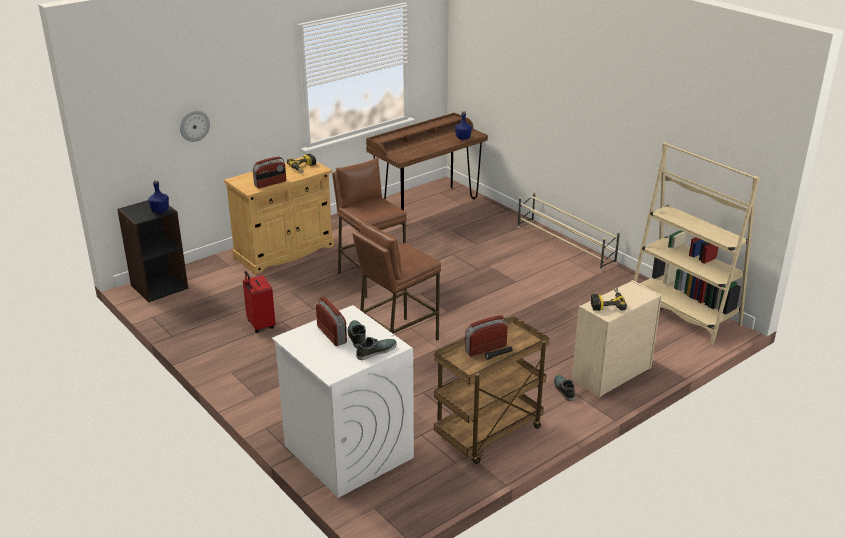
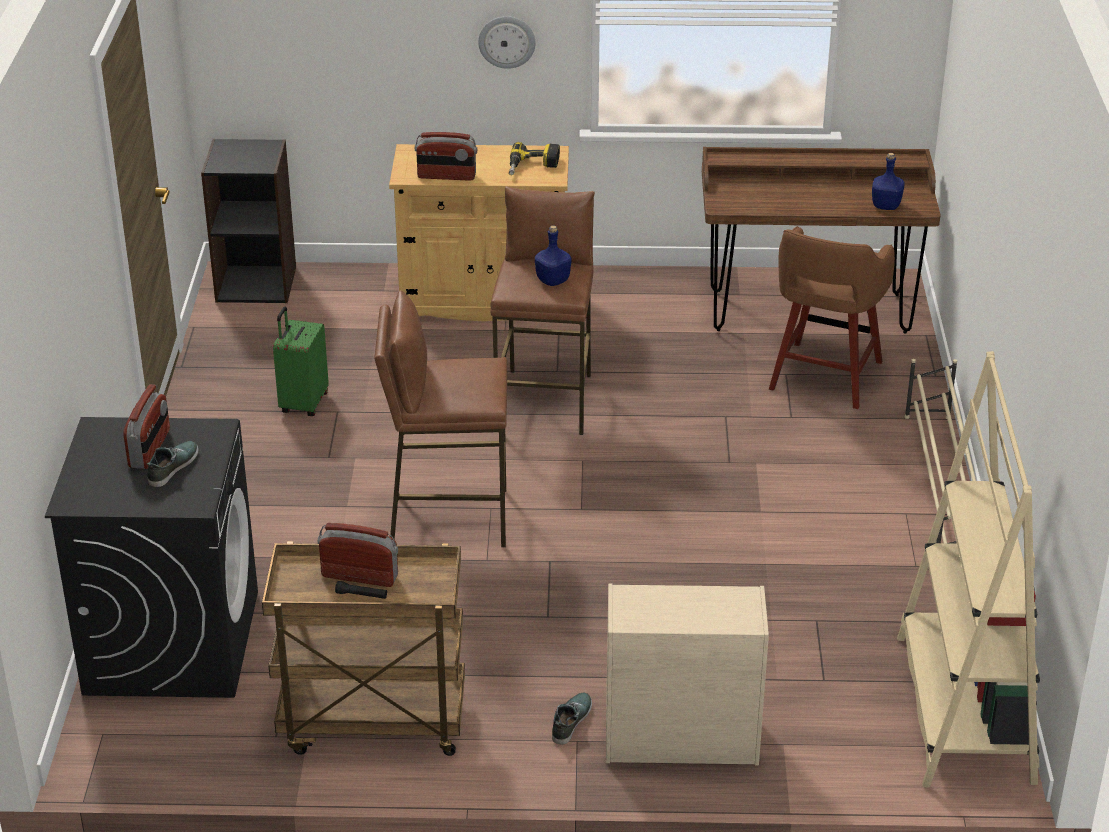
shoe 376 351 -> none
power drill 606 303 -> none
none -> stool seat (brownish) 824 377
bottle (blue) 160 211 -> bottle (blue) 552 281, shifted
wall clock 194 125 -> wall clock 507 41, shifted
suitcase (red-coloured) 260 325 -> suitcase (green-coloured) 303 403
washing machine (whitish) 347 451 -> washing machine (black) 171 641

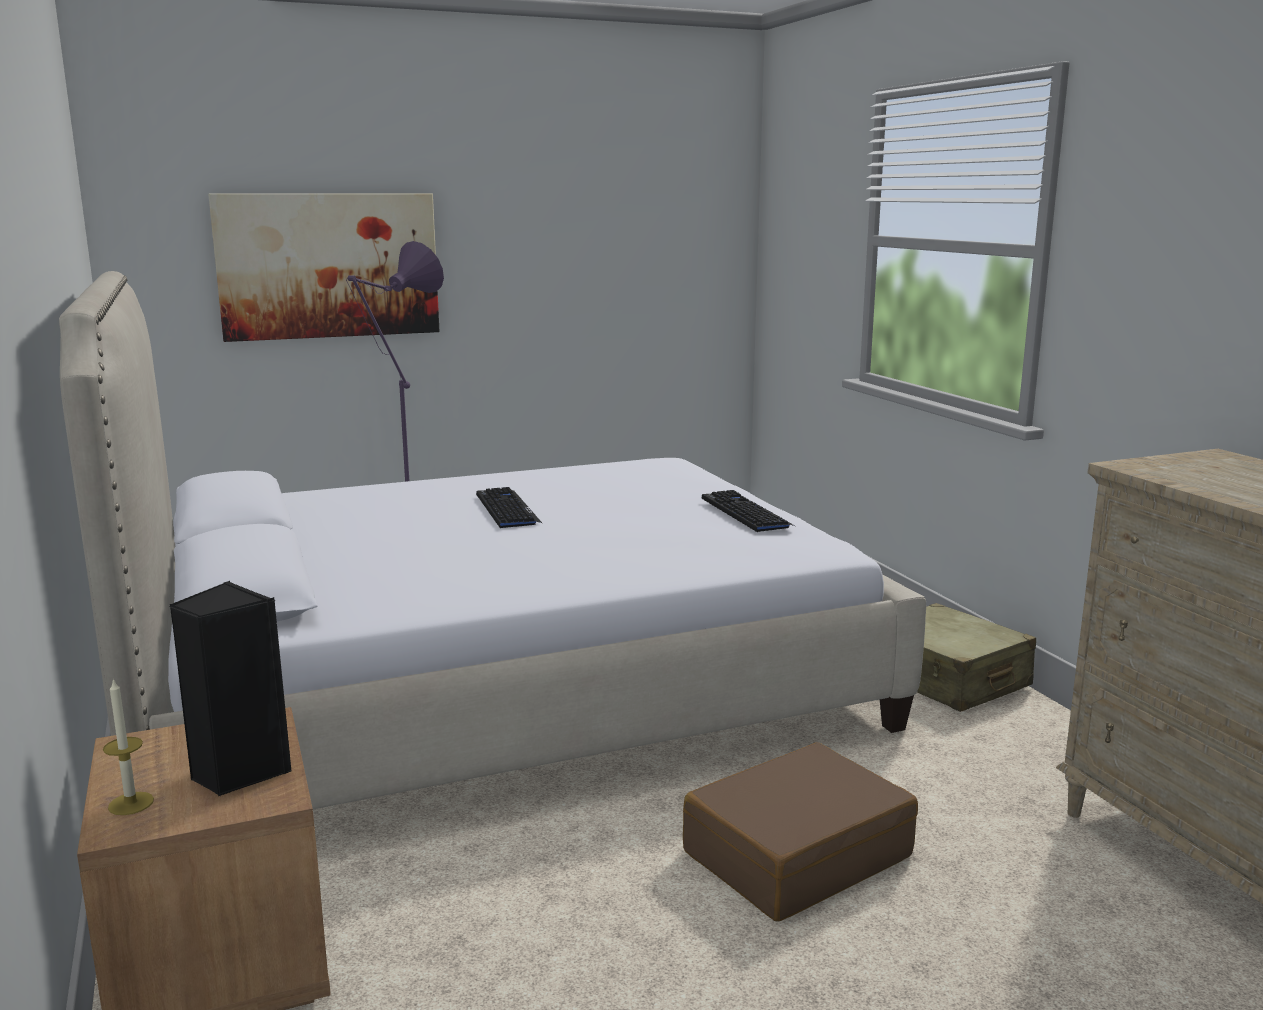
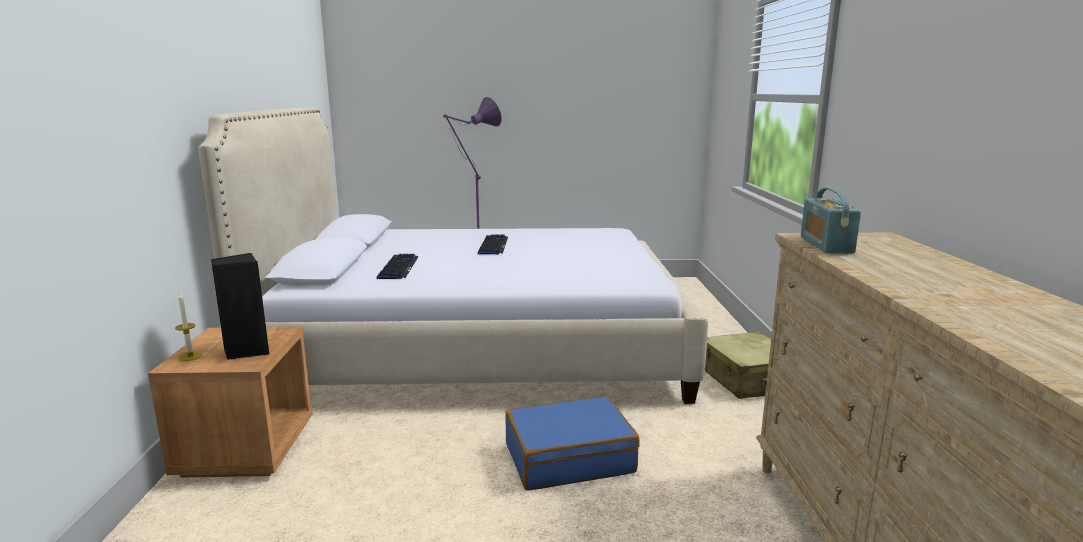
picture 329 266 -> none
none -> radio set 826 245
PC keyboard 745 513 -> PC keyboard 398 268, shifted
suitcase (brownish) 796 854 -> suitcase (blue) 569 458

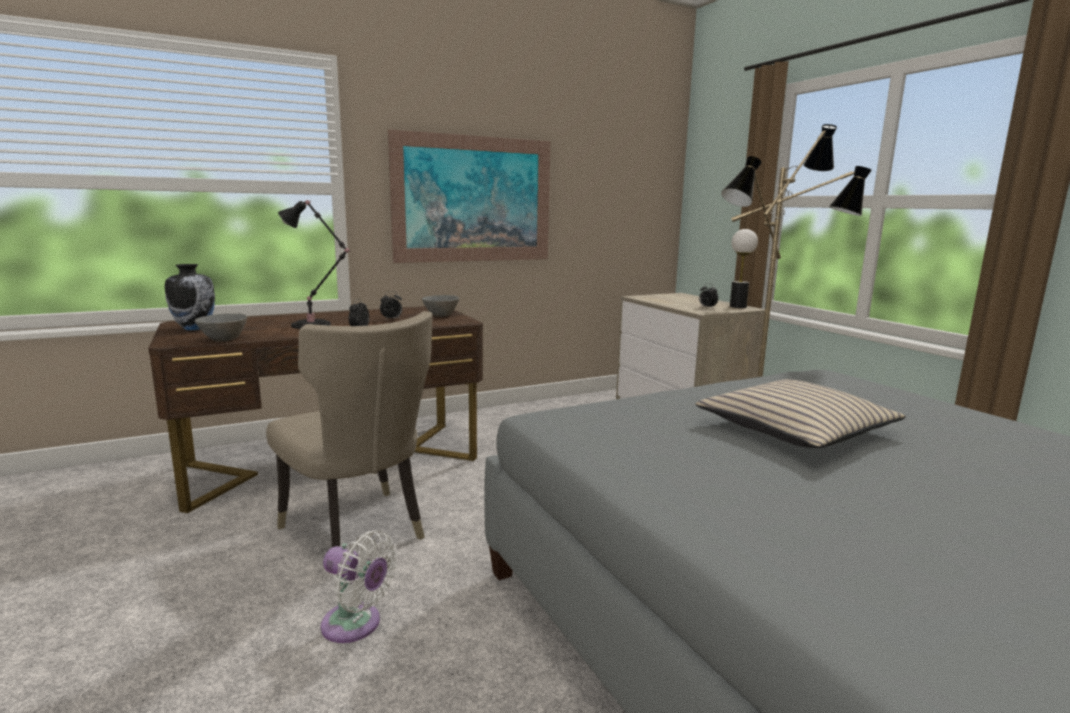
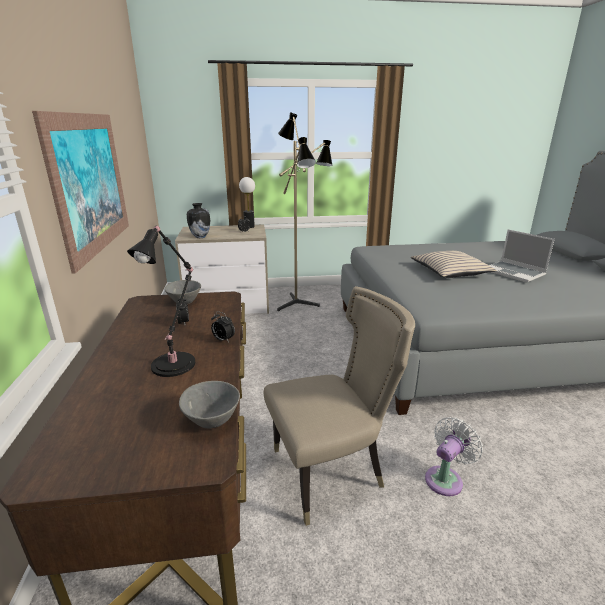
none -> portable computer 514 273
flower vase 195 328 -> flower vase 200 237, shifted

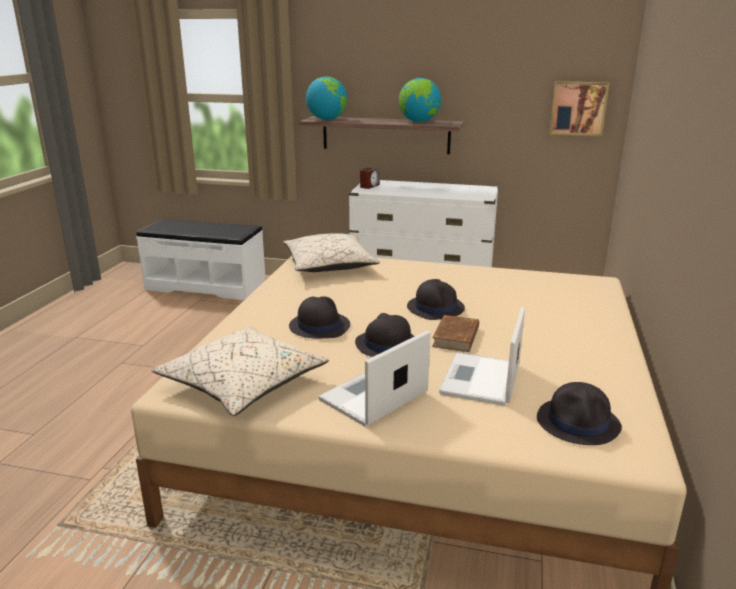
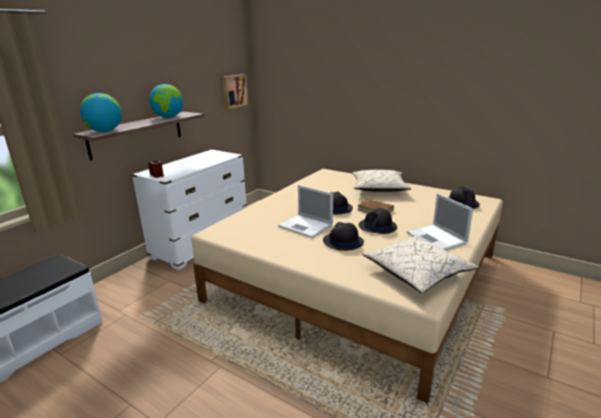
cushion (sand-coloured) 329 265 -> cushion (sand-coloured) 379 188, shifted
portable computer 480 380 -> portable computer 306 226, shifted

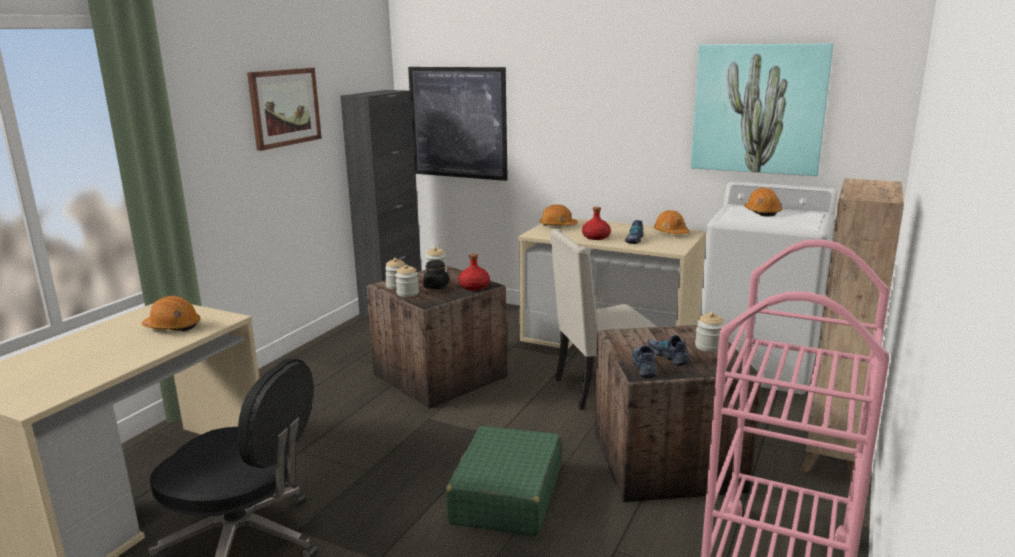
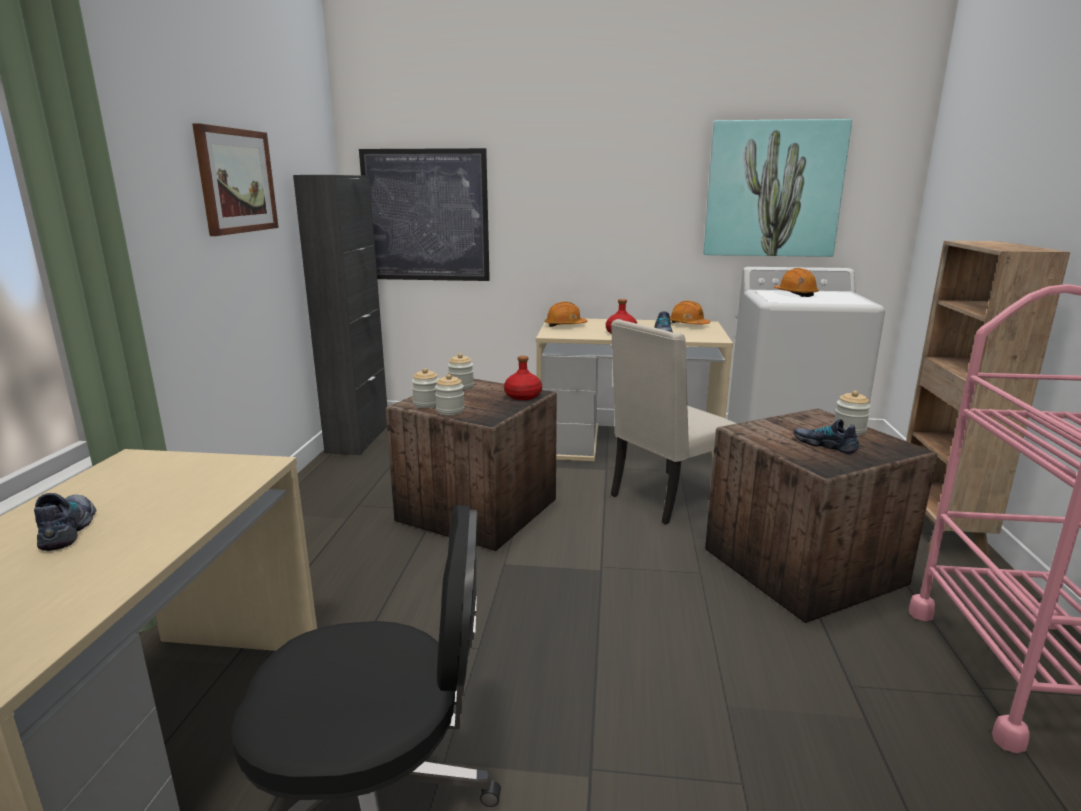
safety helmet (orange) 173 327 -> none
preserve jar (black) 436 286 -> none
suitcase (green-coloured) 506 495 -> none
shoe 644 366 -> shoe 69 528, shifted

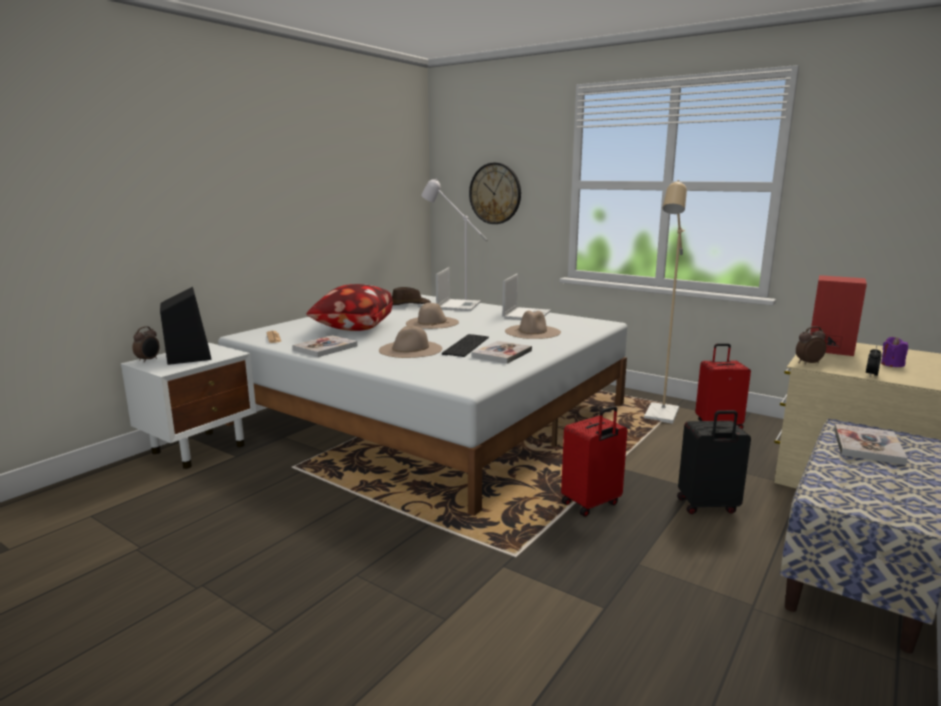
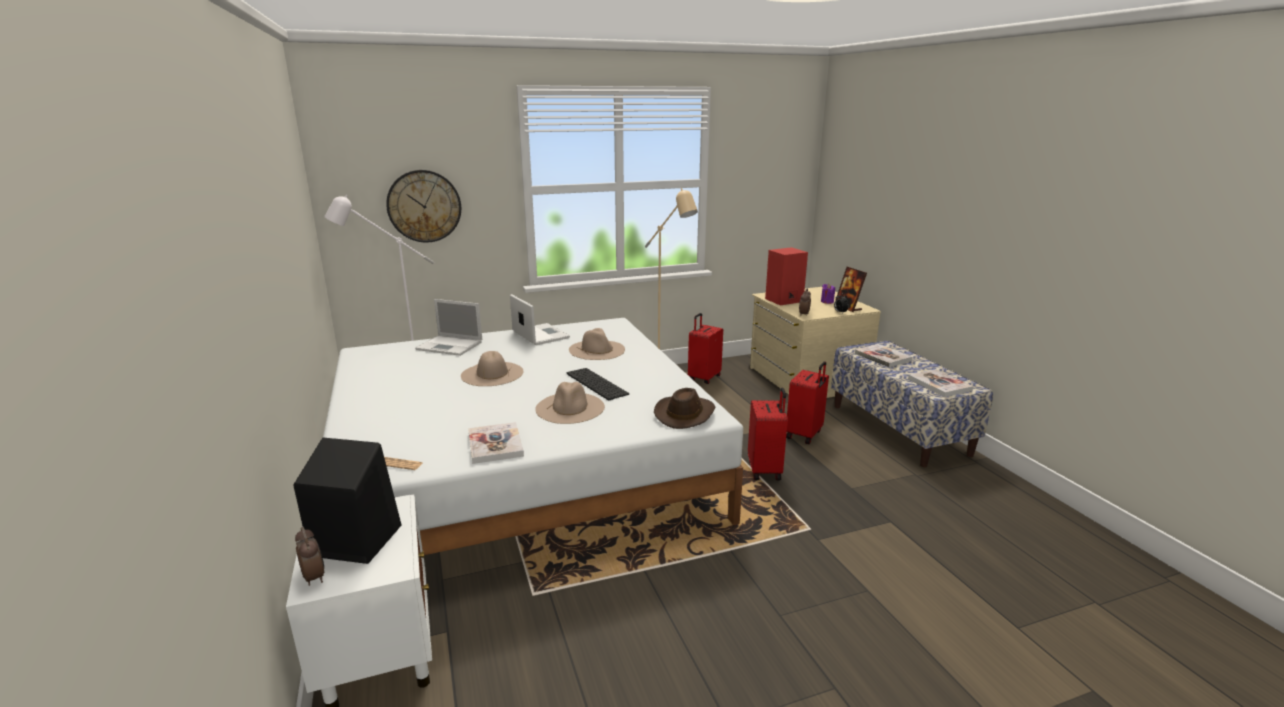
cushion 352 328 -> none
none -> standing frame 848 307
wearable hat (brownish) 407 304 -> wearable hat (brownish) 685 414, shifted
book 502 354 -> book 939 384, shifted
suitcase (black) 707 506 -> suitcase (red-coloured) 805 435
portable computer 458 305 -> portable computer 450 346, 150 degrees clockwise

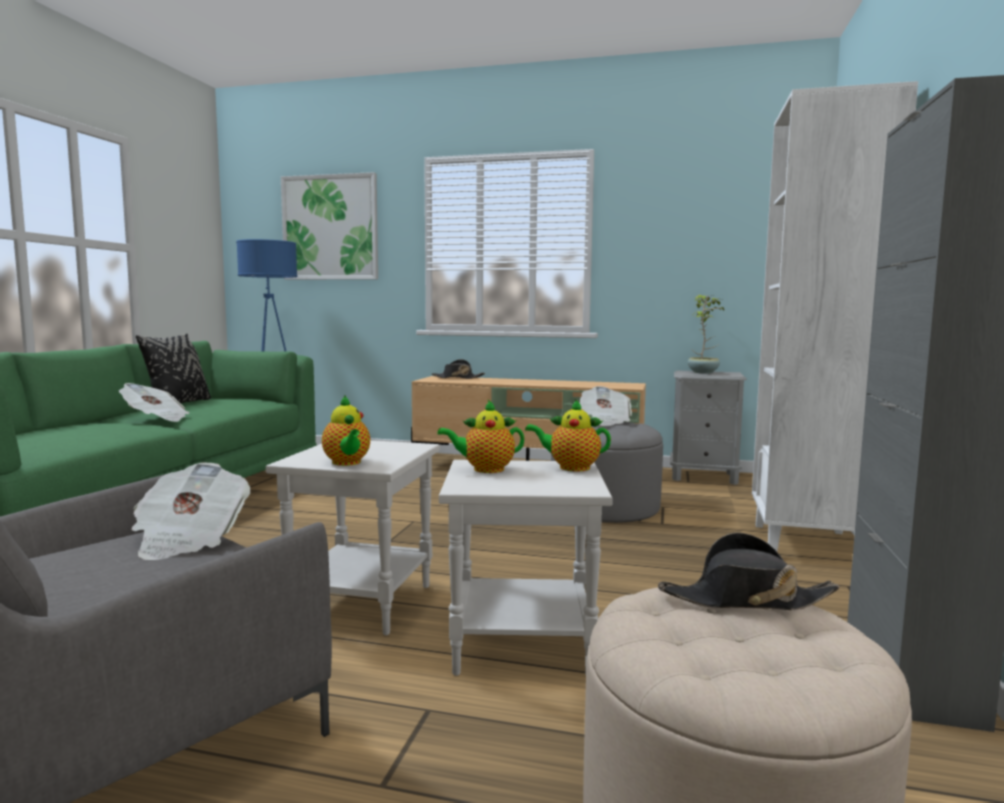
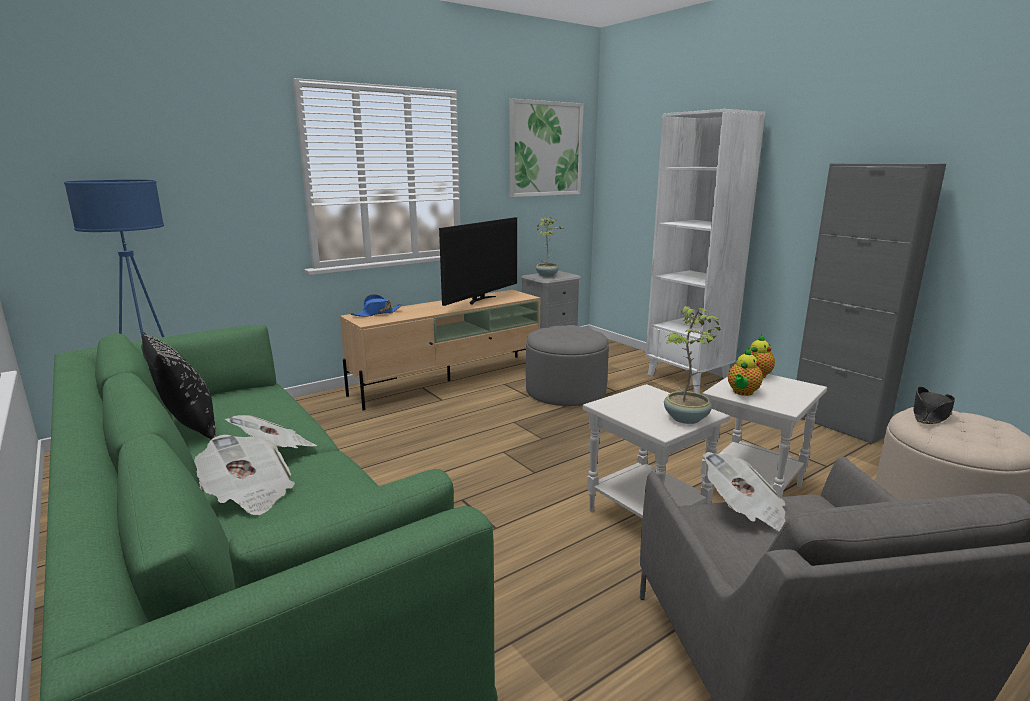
none -> TV 480 300
picture 330 228 -> picture 545 149, shifted
daily paper 605 421 -> daily paper 249 494, shifted
tea pot 347 463 -> plant in a pot 687 418
wearable hat (black) 457 378 -> wearable hat (blue) 377 313

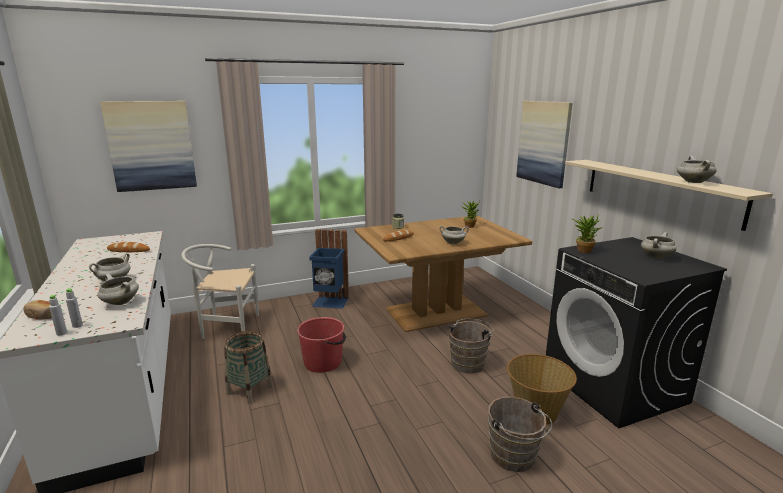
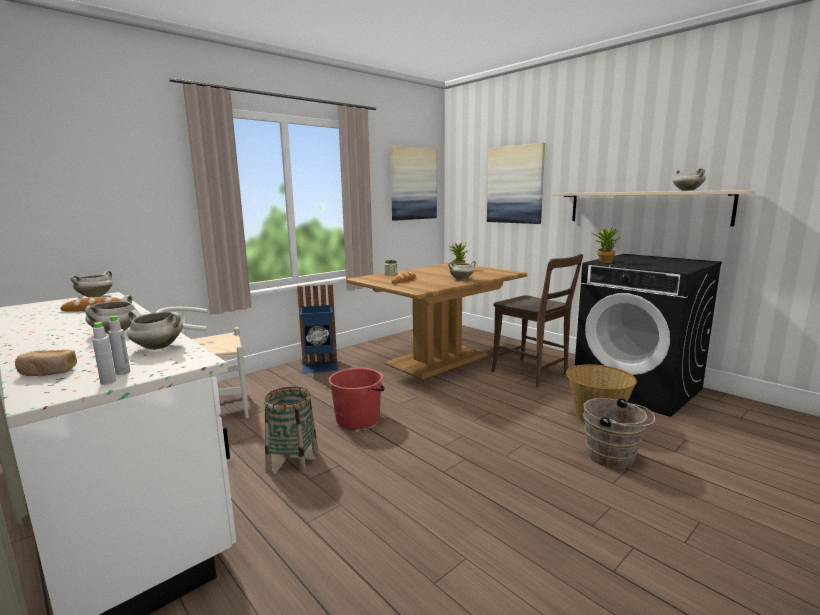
bucket (brownish) 469 362 -> none
none -> chair (brownish) 532 374
picture 151 146 -> picture 413 184, shifted
saucepot (whitish) 656 257 -> saucepot (whitish) 95 296, shifted

